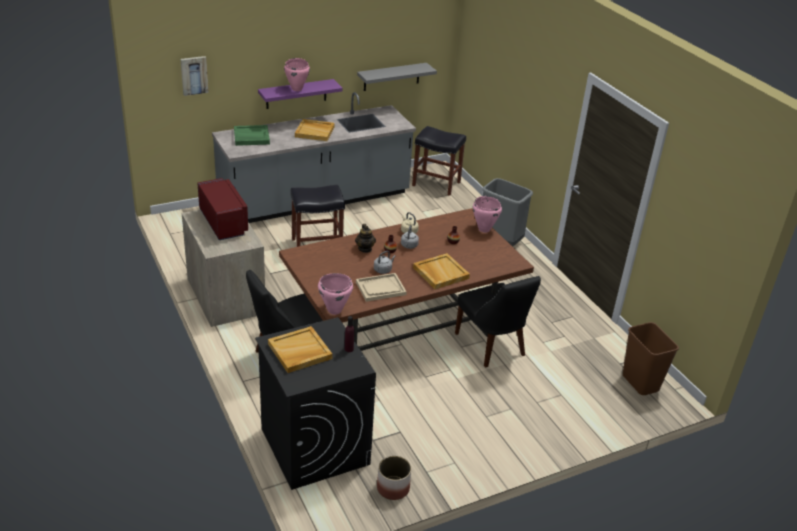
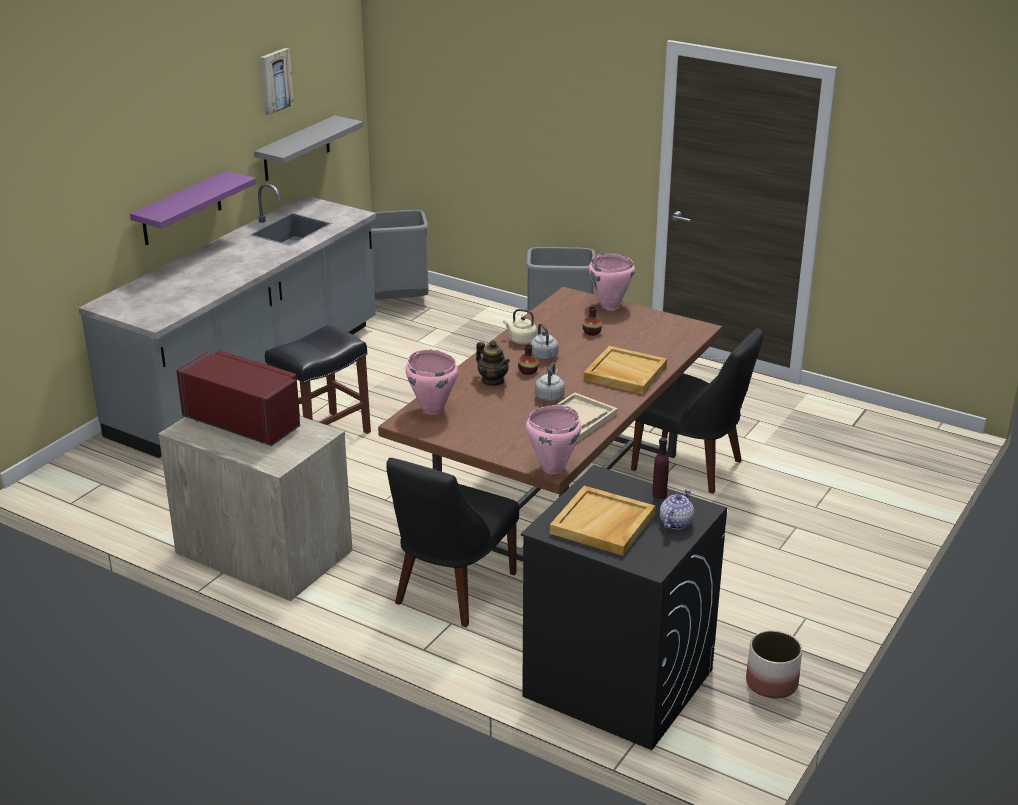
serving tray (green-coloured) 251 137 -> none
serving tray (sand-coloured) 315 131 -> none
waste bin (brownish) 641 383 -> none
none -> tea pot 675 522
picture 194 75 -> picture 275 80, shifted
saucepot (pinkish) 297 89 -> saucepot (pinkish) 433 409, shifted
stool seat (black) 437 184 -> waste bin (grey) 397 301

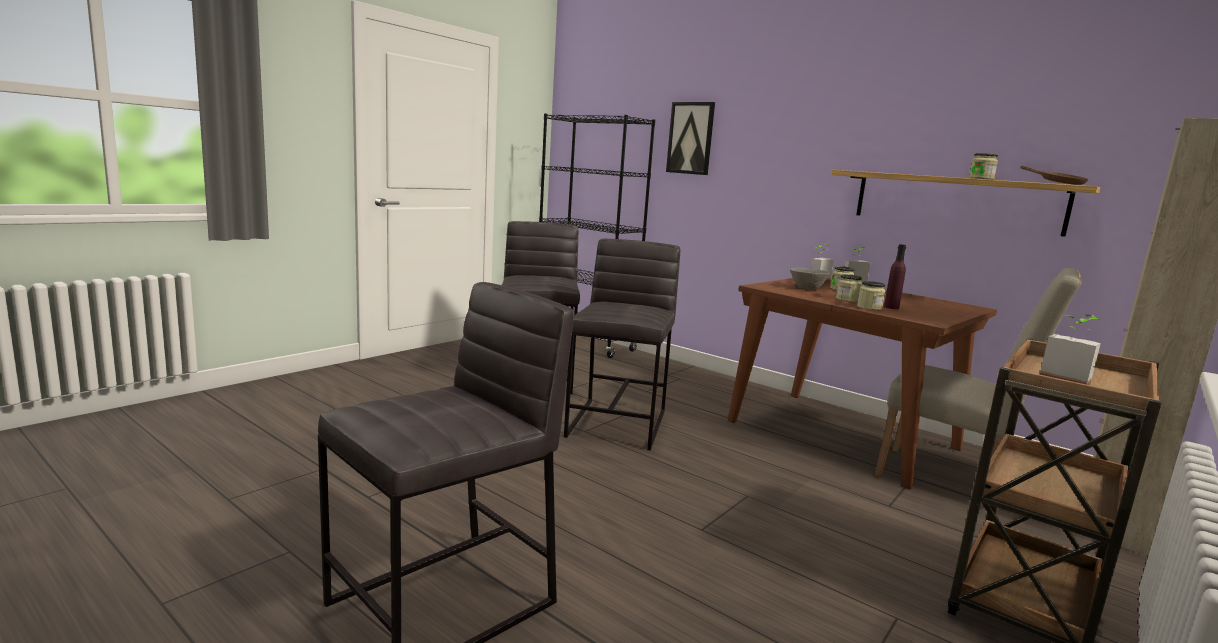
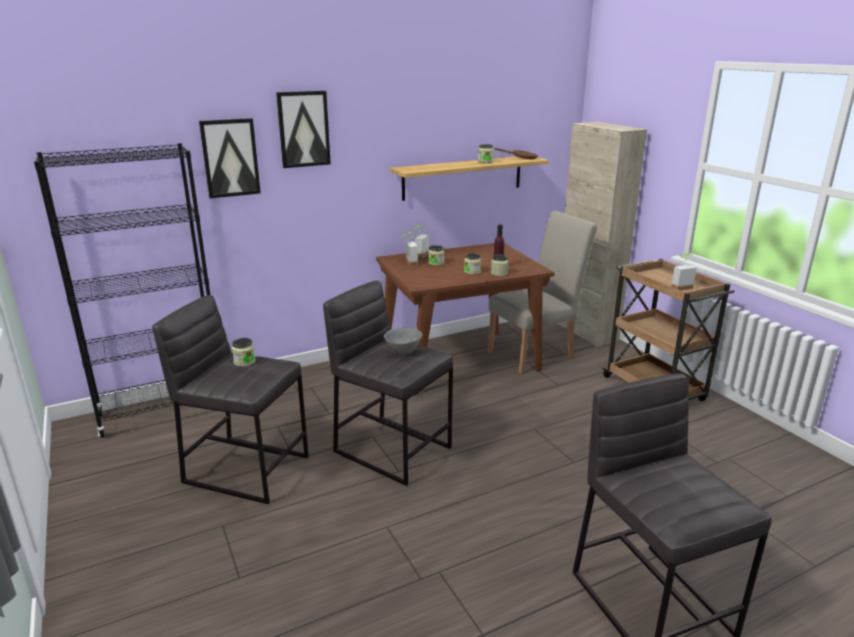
none -> preserve jar 244 362
none -> picture 303 129
deep dish (grey) 808 288 -> deep dish (grey) 403 350, shifted

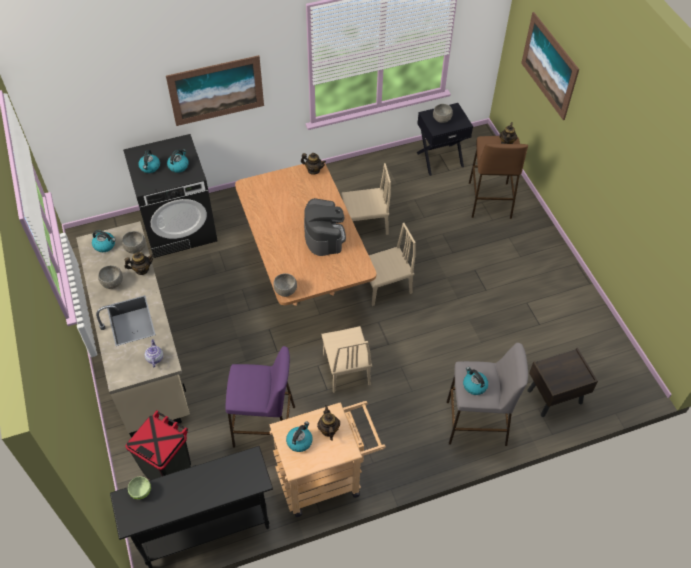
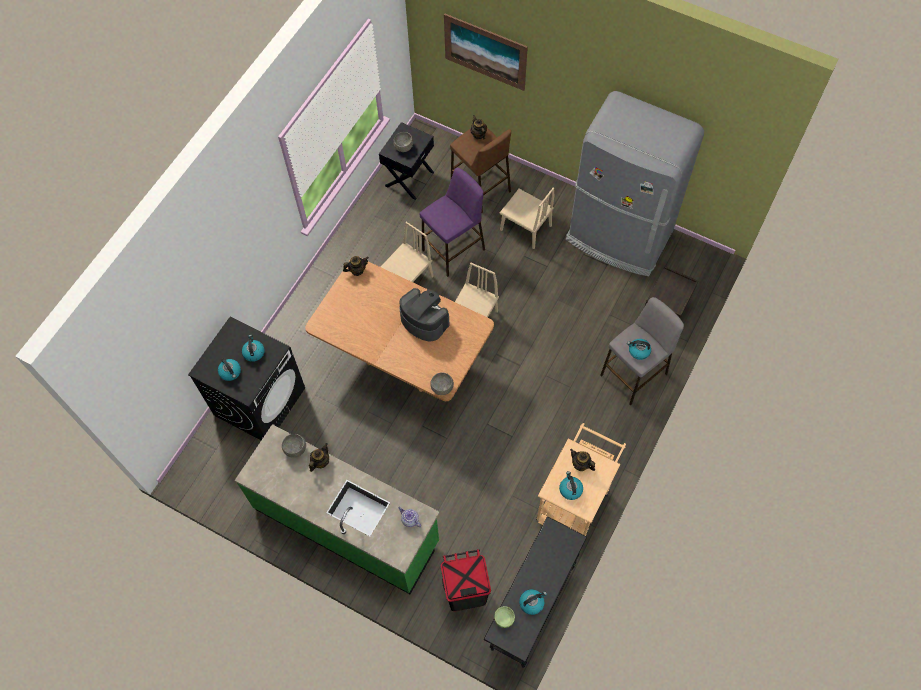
deep dish (grey) 113 283 -> none
picture 216 90 -> none
none -> refrigerator (grey) 619 237
kettle 105 245 -> kettle 532 602, shifted
stool seat (purple) 265 426 -> stool seat (purple) 454 249, shifted
chair (sand-coloured) 346 369 -> chair (sand-coloured) 525 228, shifted
kitchen base unit (sand-coloured) 144 352 -> kitchen base unit (green-coloured) 347 524

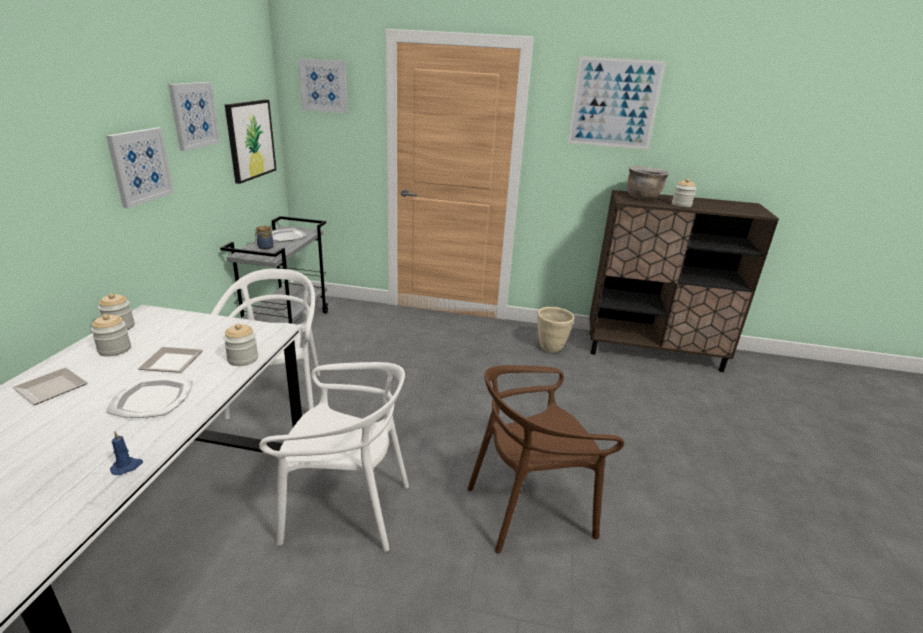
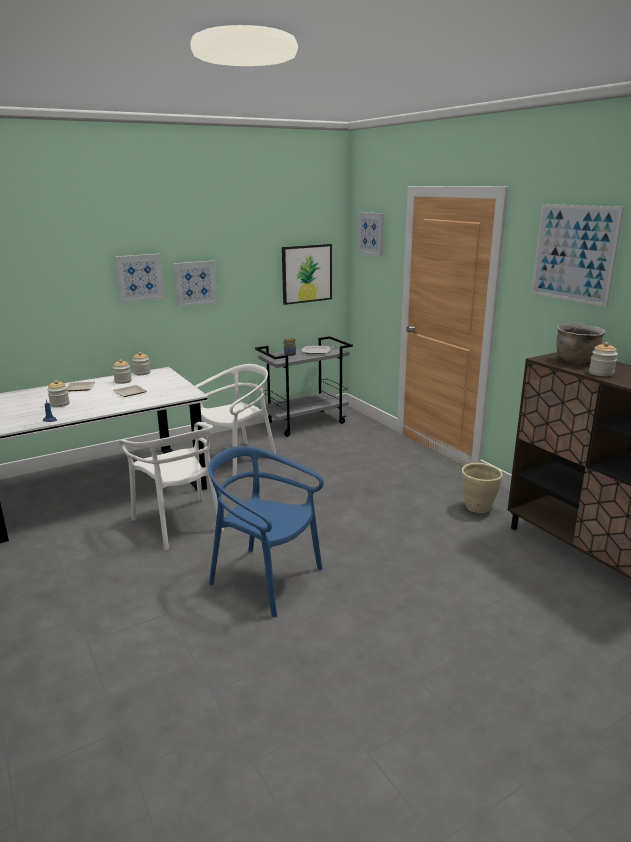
flat dish 151 400 -> none
picture 194 115 -> picture 139 277, shifted
preserve jar 243 359 -> preserve jar 60 404, shifted
chair (brownish) 530 508 -> chair (blue) 266 579

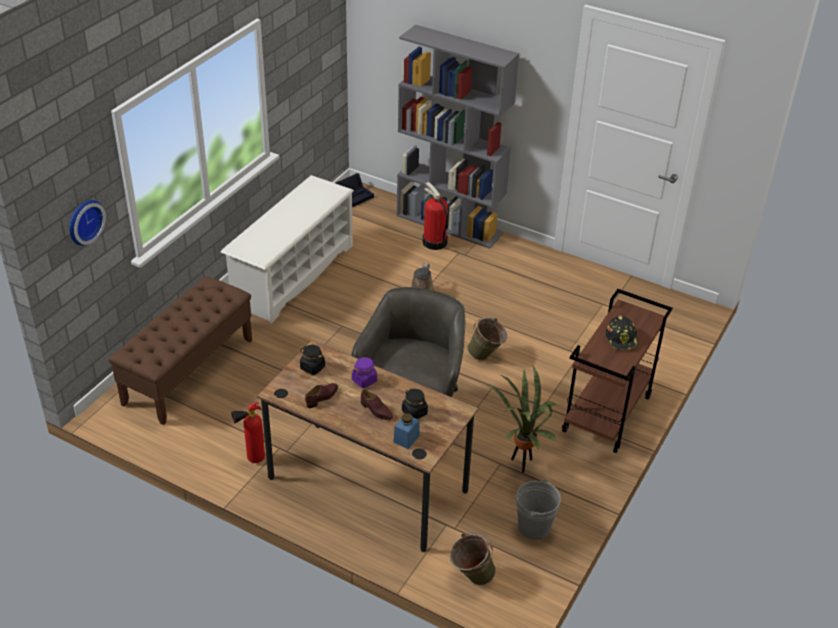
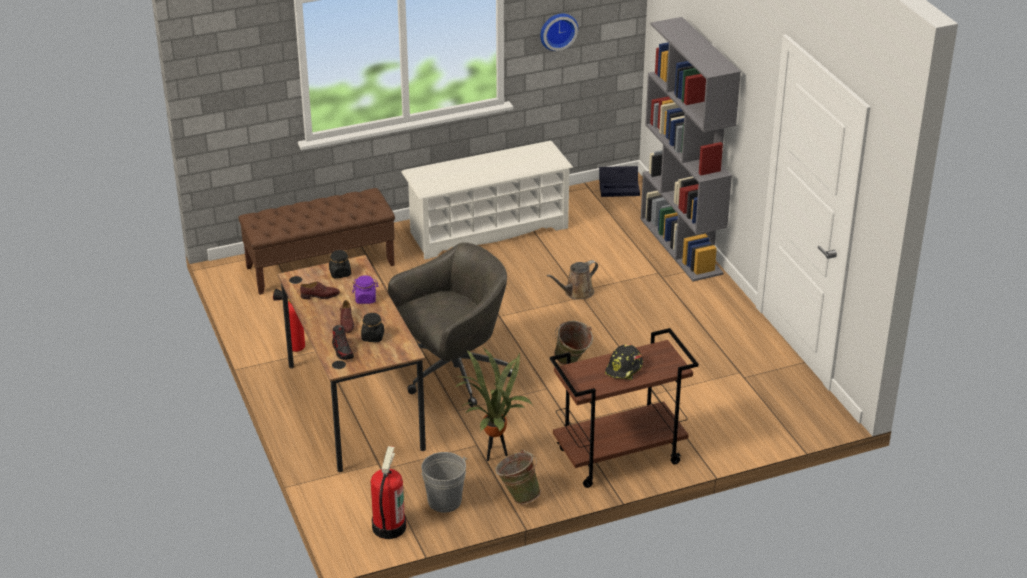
wall clock 83 221 -> wall clock 557 30, shifted
fire extinguisher 434 242 -> fire extinguisher 388 526, shifted
bucket (green-coloured) 470 577 -> bucket (green-coloured) 517 496, shifted
preserve jar (blue) 406 439 -> shoe 342 350

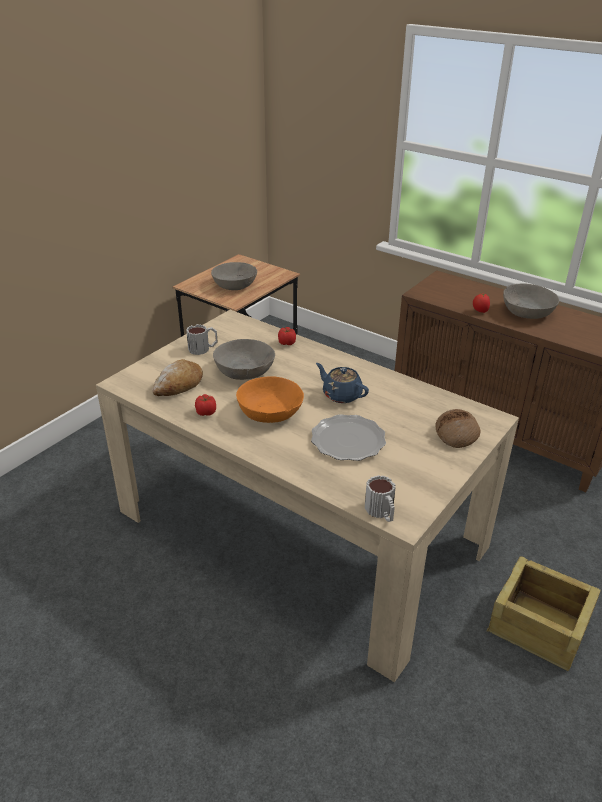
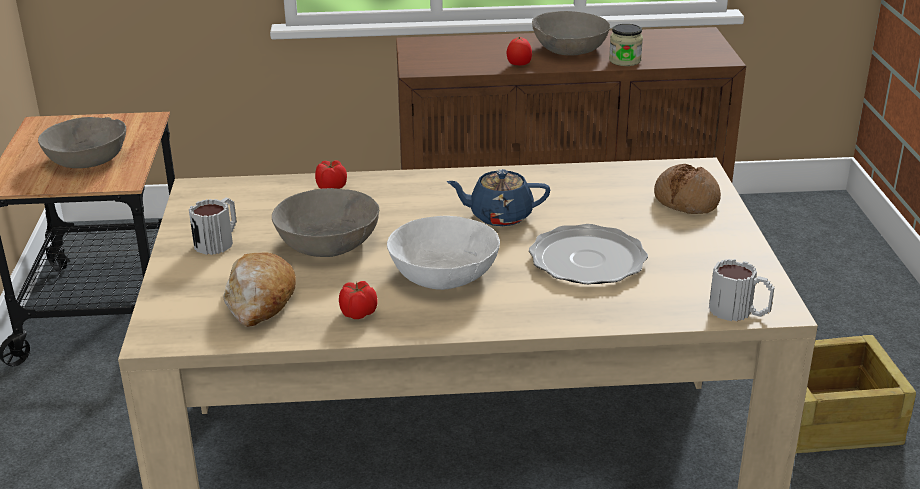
none -> preserve jar 625 60
deep dish (orange) 270 412 -> deep dish (whitish) 443 273

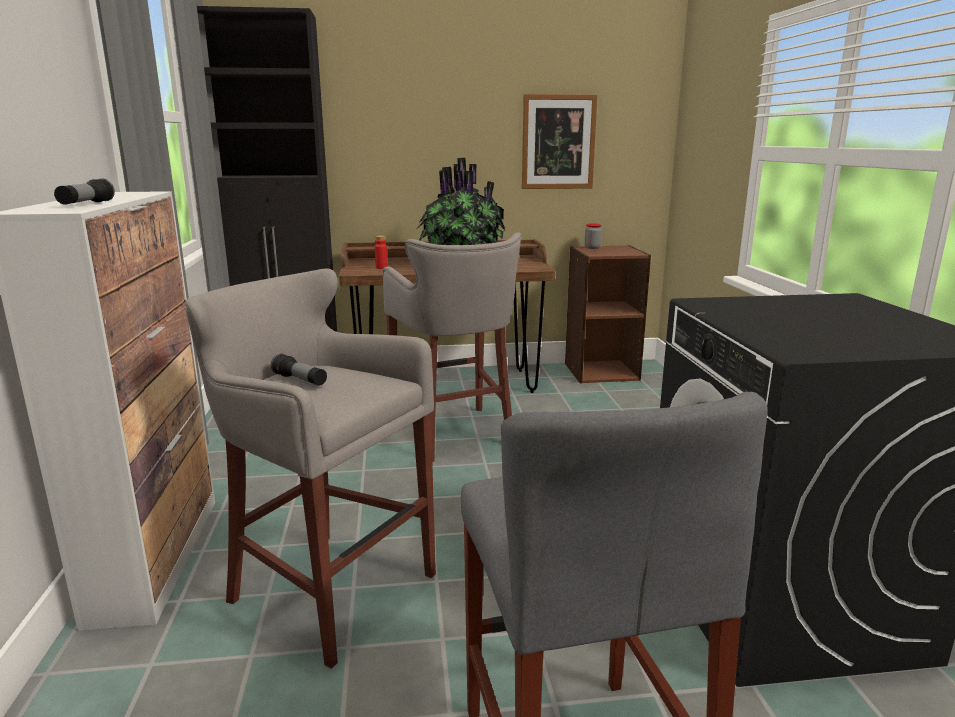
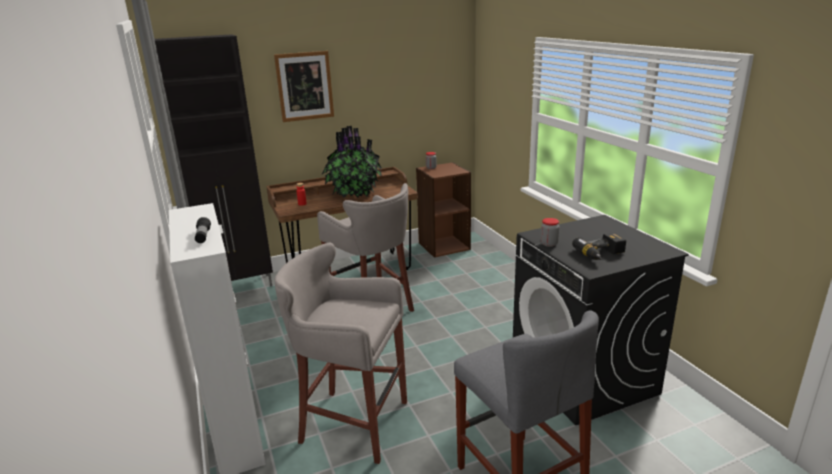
hand torch 300 380 -> none
none -> preserve jar 549 244
none -> power drill 602 254
picture 558 142 -> picture 304 86, shifted

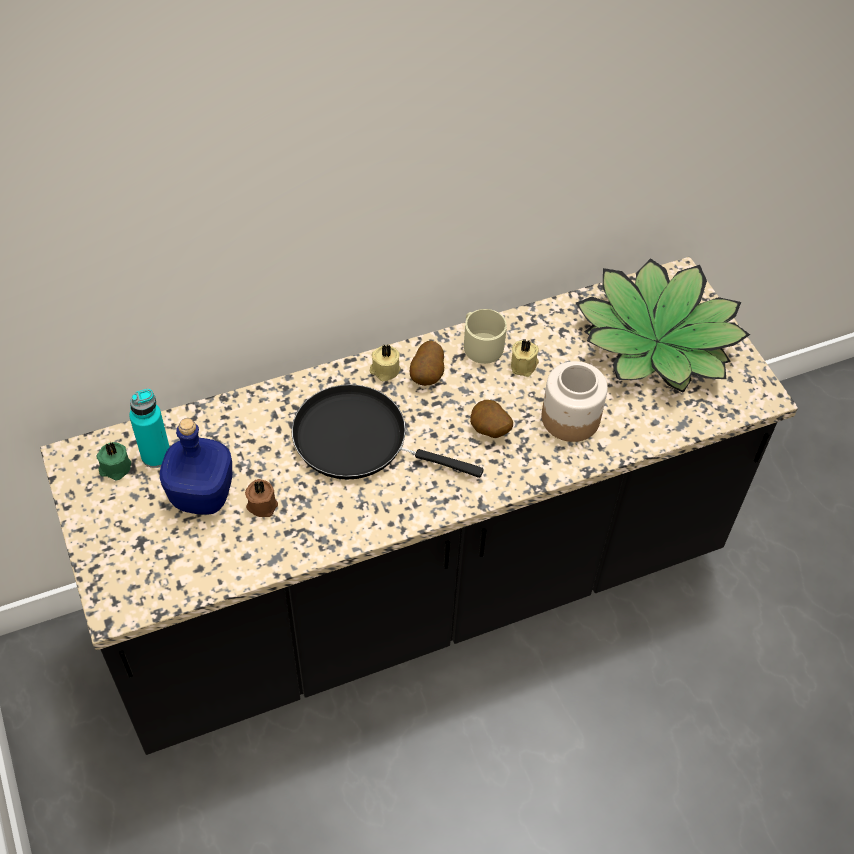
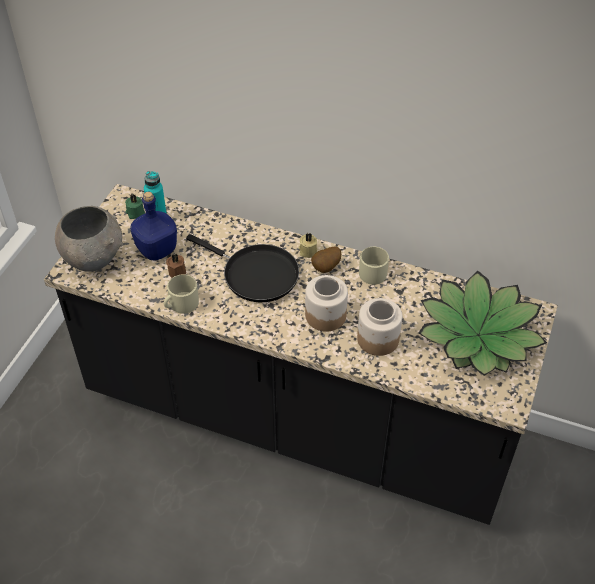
wax candle (sand-coloured) 524 365 -> none
none -> deep dish (grey) 93 258
none -> coffee mug (sand-coloured) 181 304
potato 489 431 -> preserve jar 326 315
frying pan (black) 358 440 -> frying pan (black) 256 274, 150 degrees clockwise

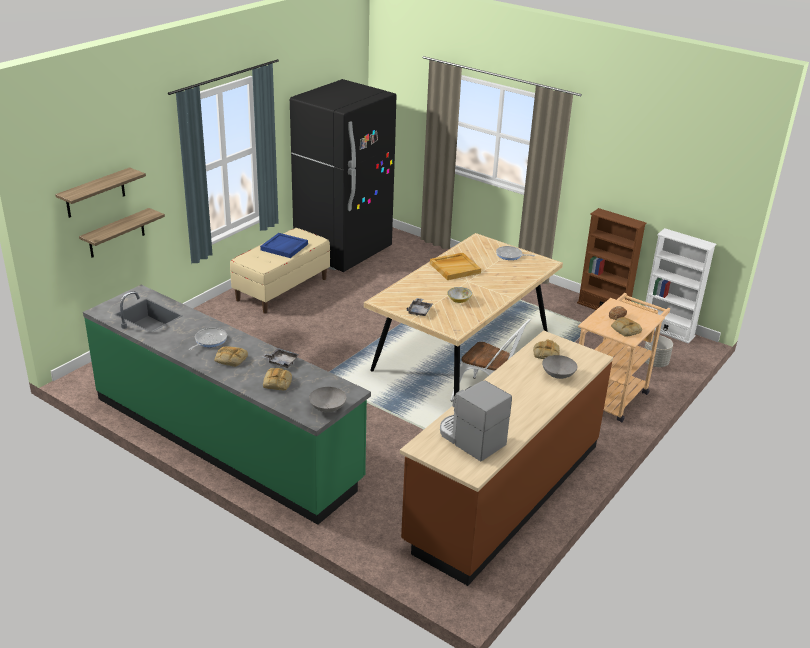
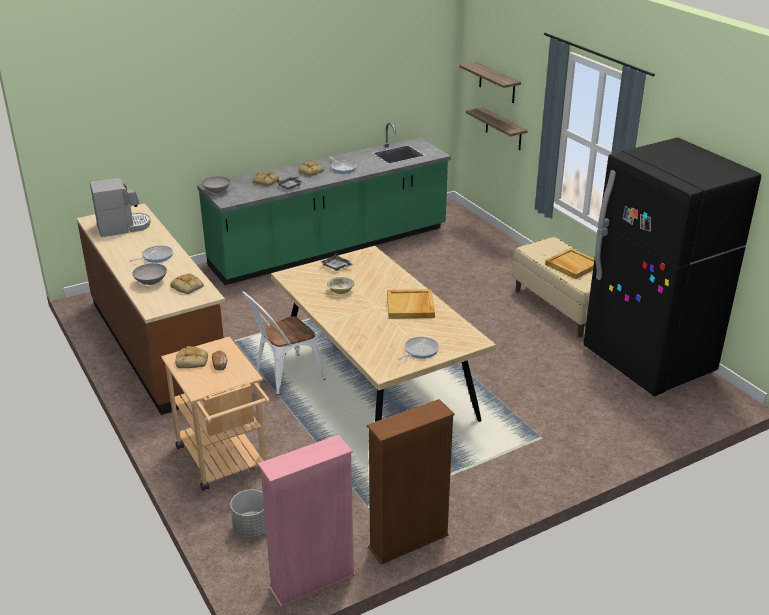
none -> frying pan 156 256
serving tray (blue) 284 247 -> serving tray (sand-coloured) 572 265
bookcase (whitish) 667 331 -> bookcase (pinkish) 312 582

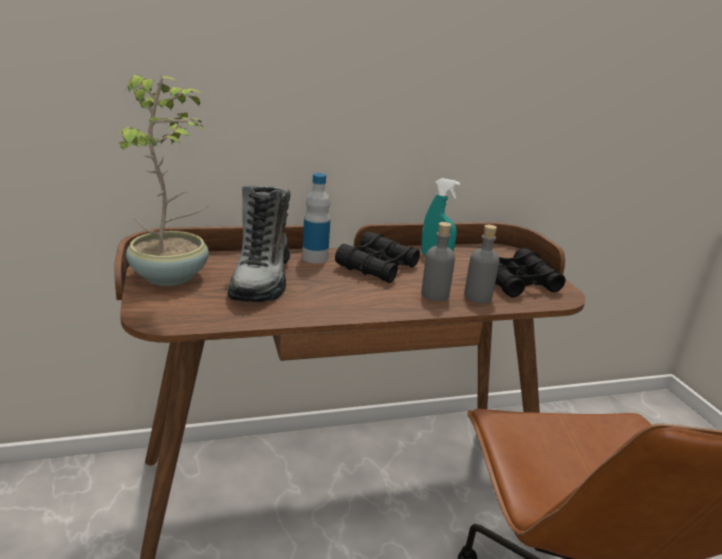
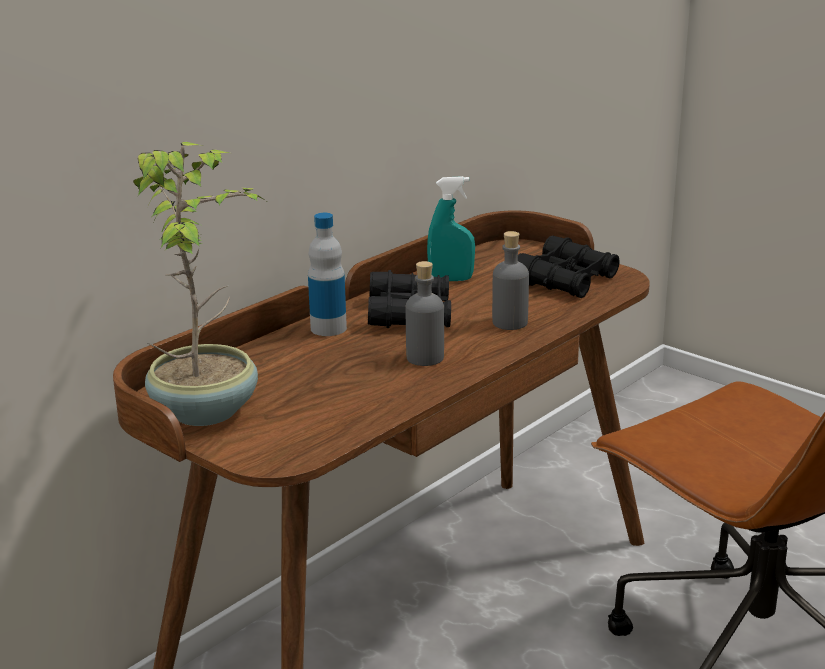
boot 262 280 -> none
bottle (grey) 477 297 -> bottle (grey) 425 358, shifted

